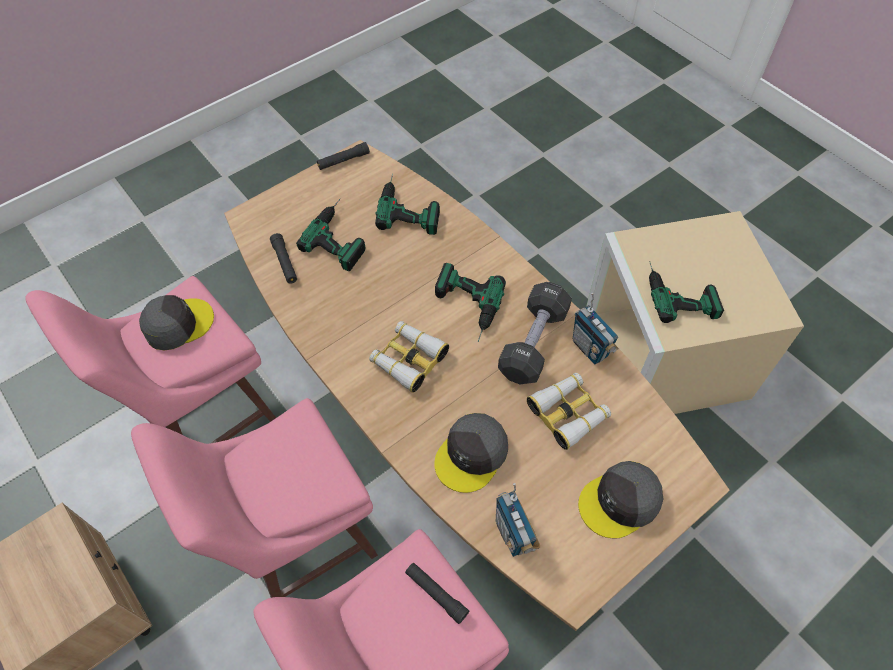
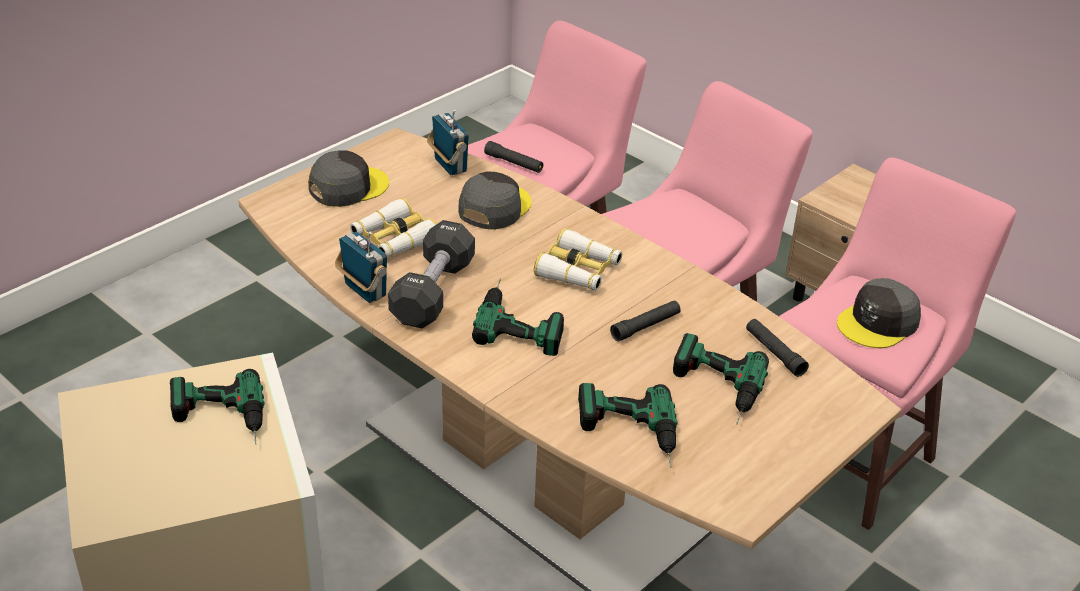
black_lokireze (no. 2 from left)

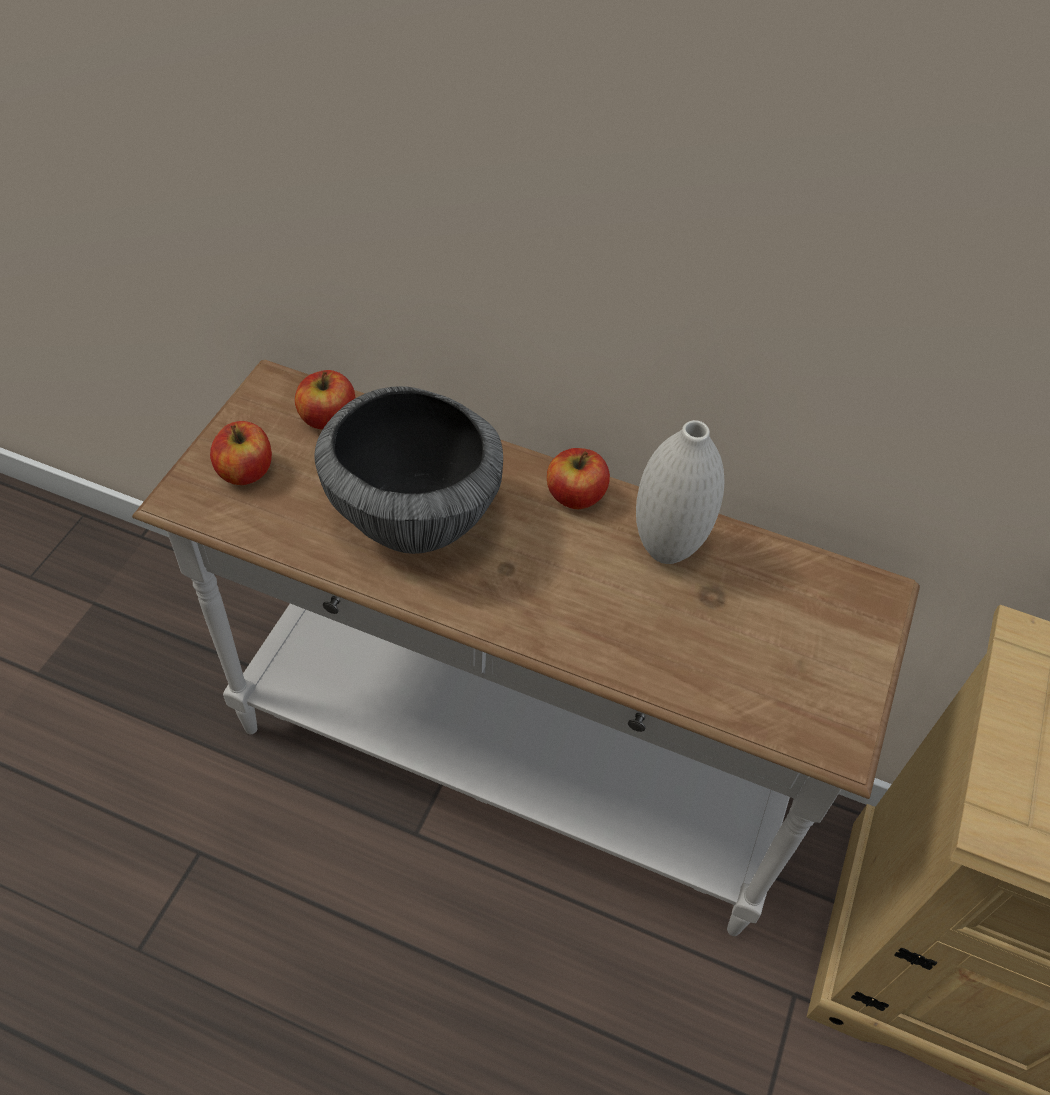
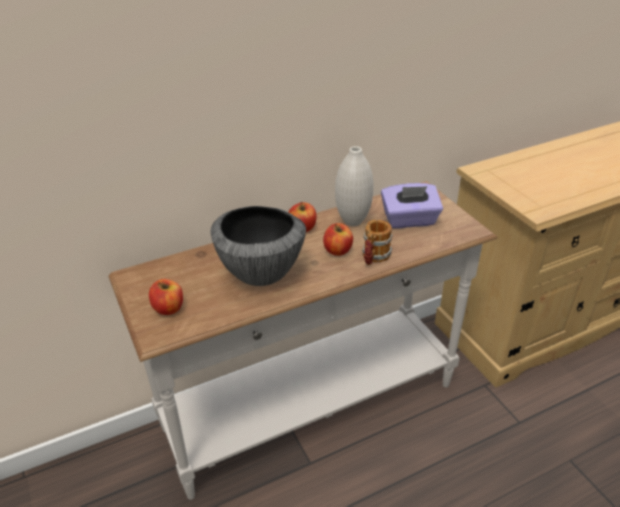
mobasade (no. 3 from left); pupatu; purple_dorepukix

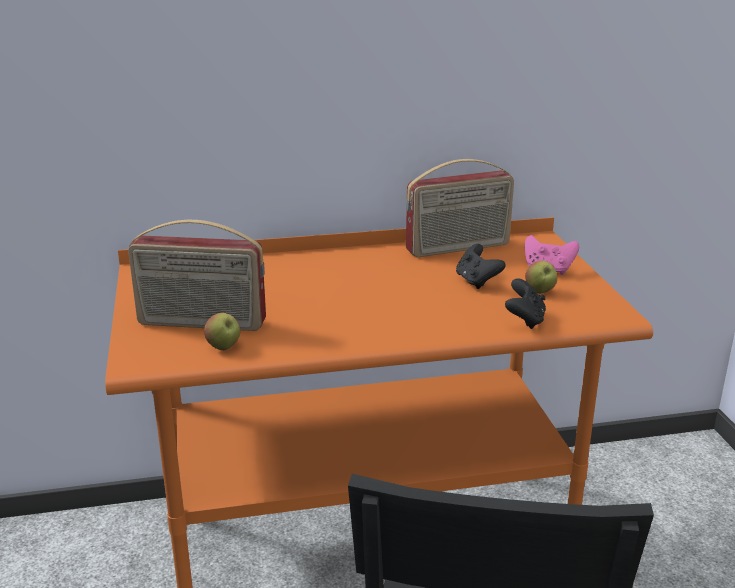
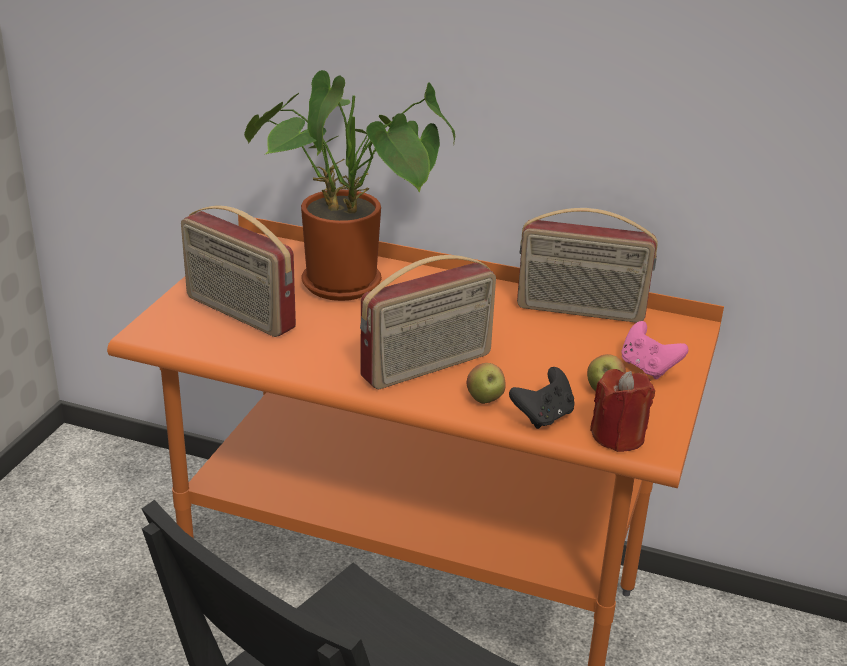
mobasade (no. 1 from left); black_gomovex (no. 1 from left in the first image); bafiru; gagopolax (no. 2 from left); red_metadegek

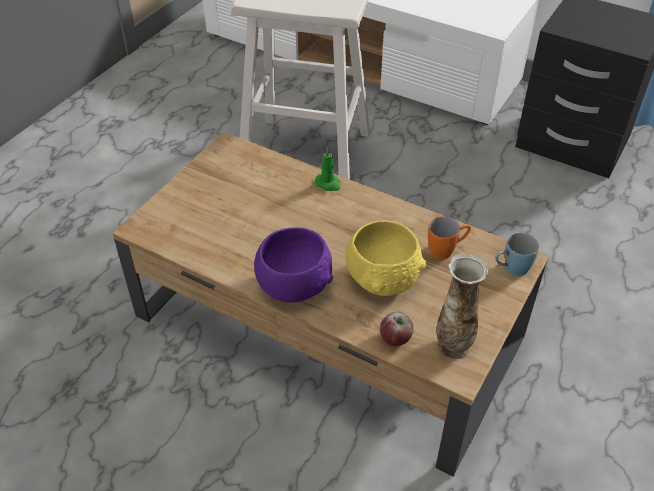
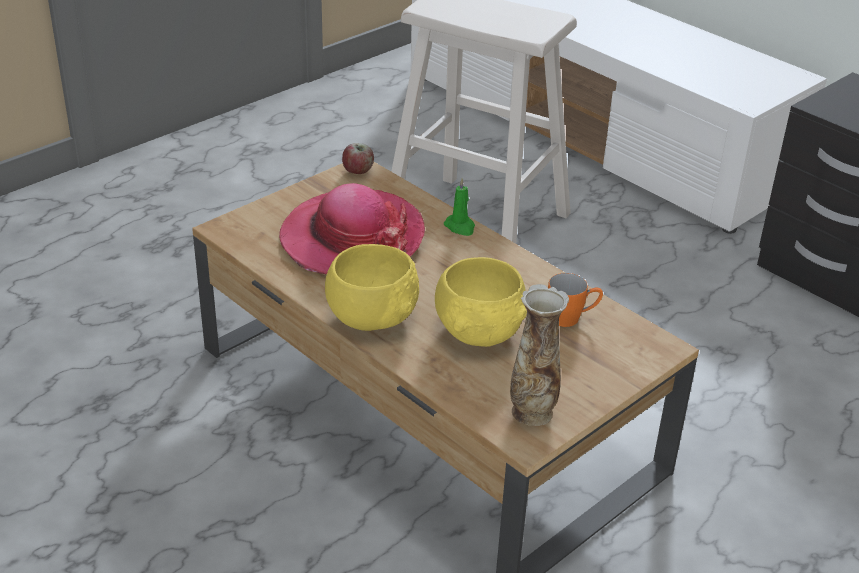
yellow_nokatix (no. 1 from left); mobasade; blue_pupatu; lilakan

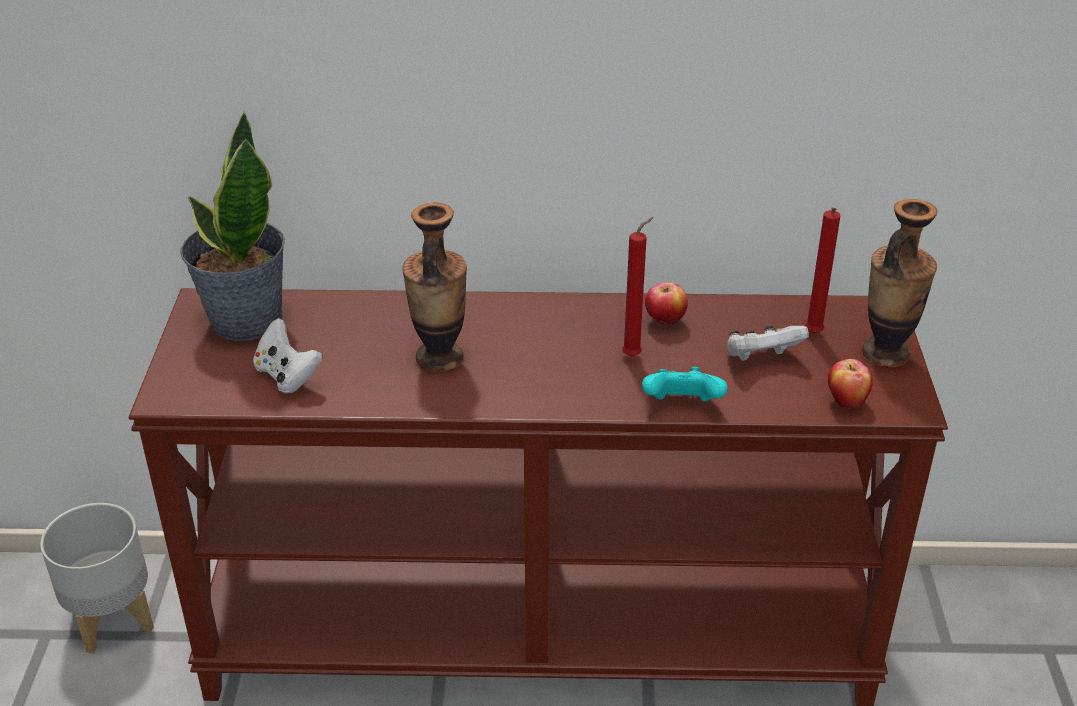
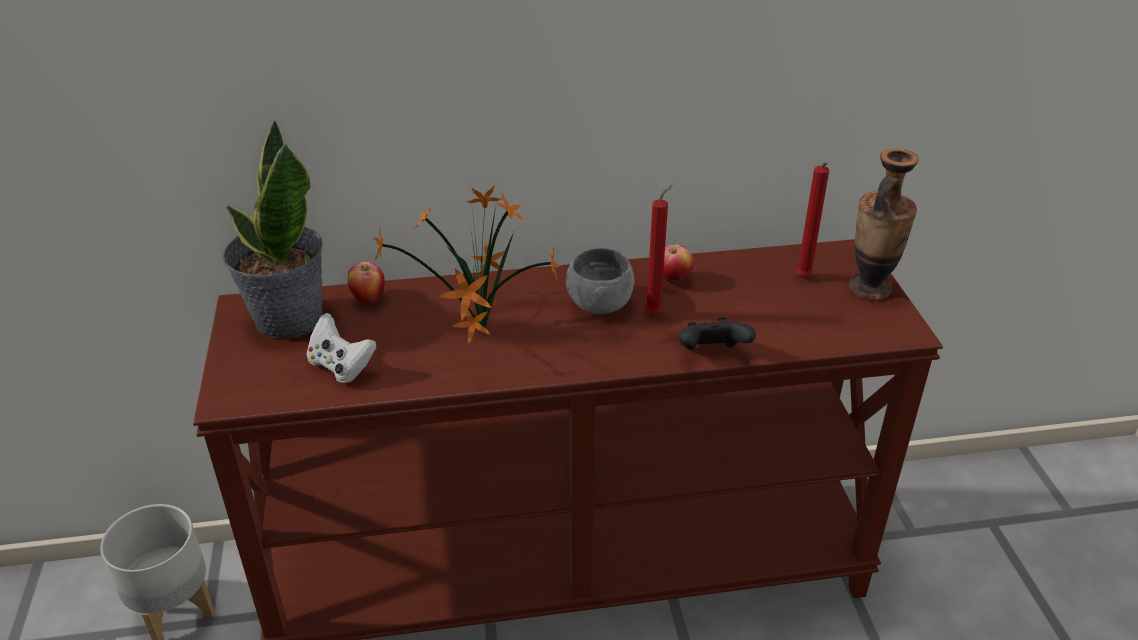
bafiru (no. 2 from left); black_gomovex; white_gomovex (no. 2 from left in the first image); mobasade (no. 1 from left); grey_nokatix

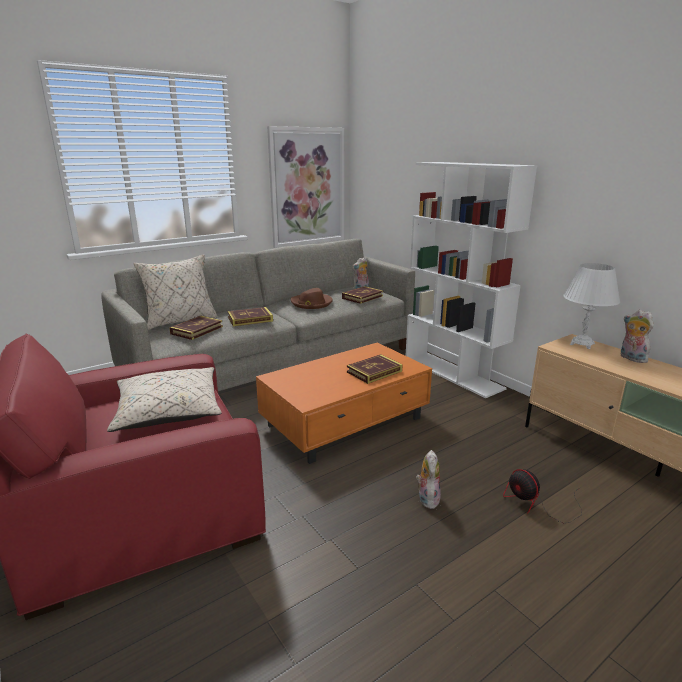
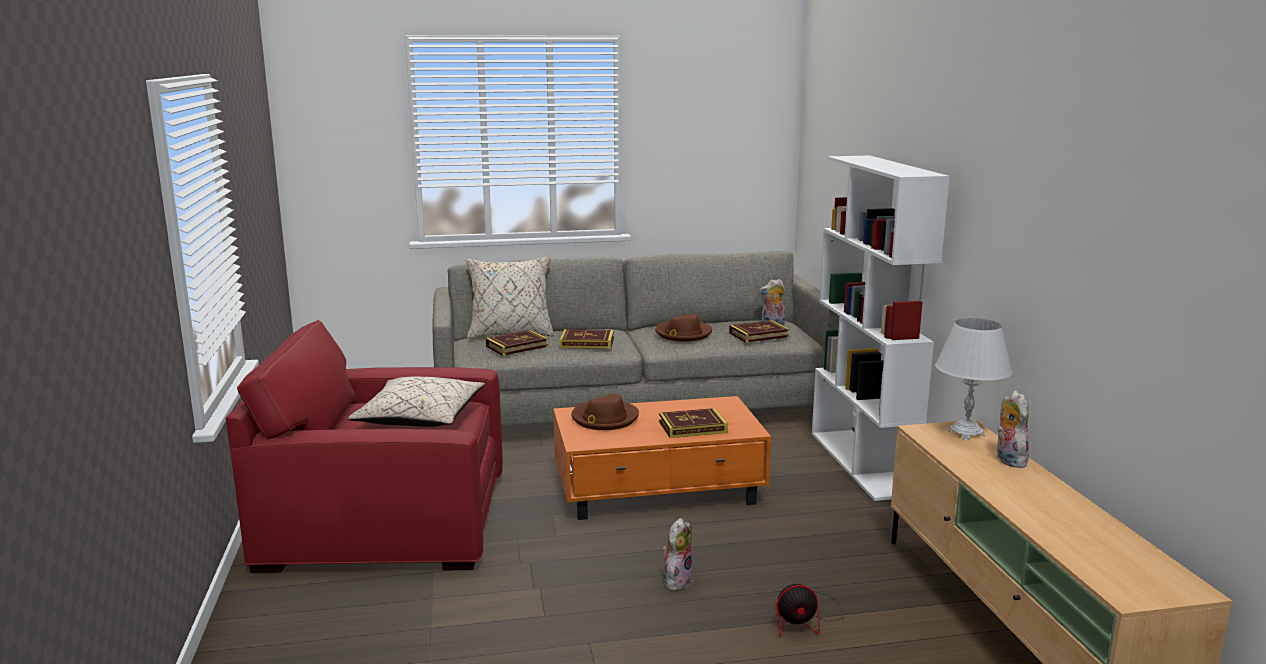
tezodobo; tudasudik; brown_lilakan (no. 1 from left)

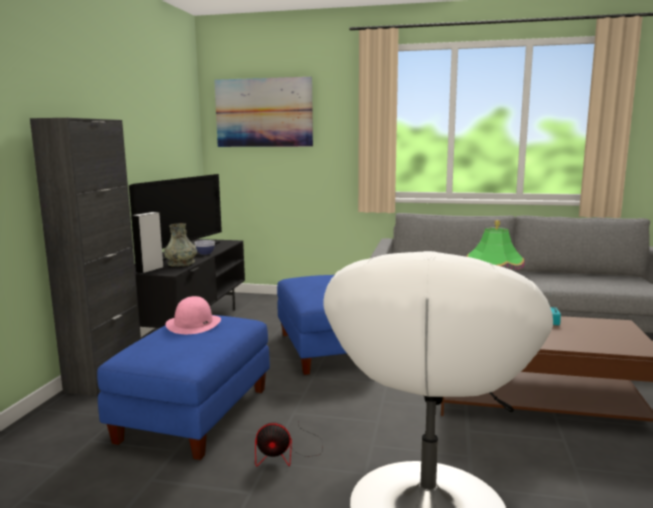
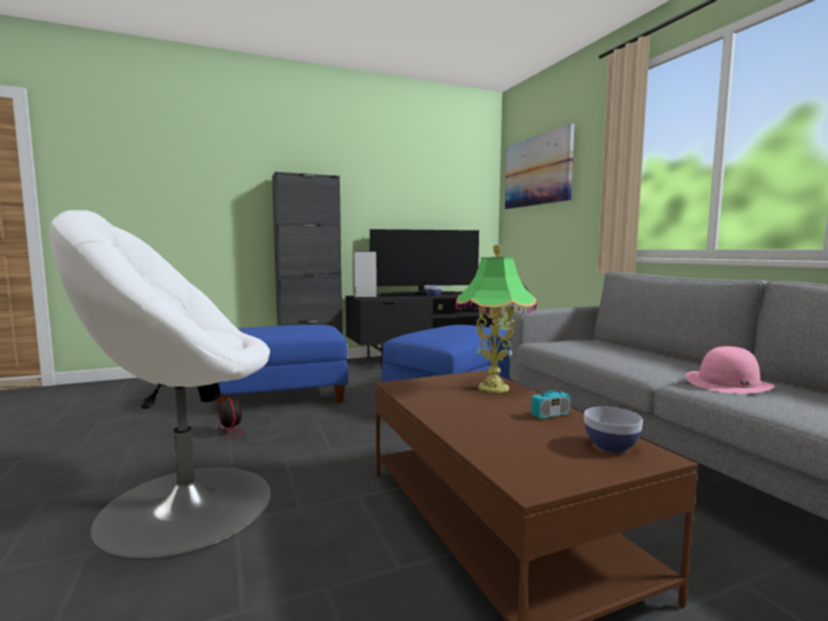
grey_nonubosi; pink_lilakan; nokatix (no. 2 from left)

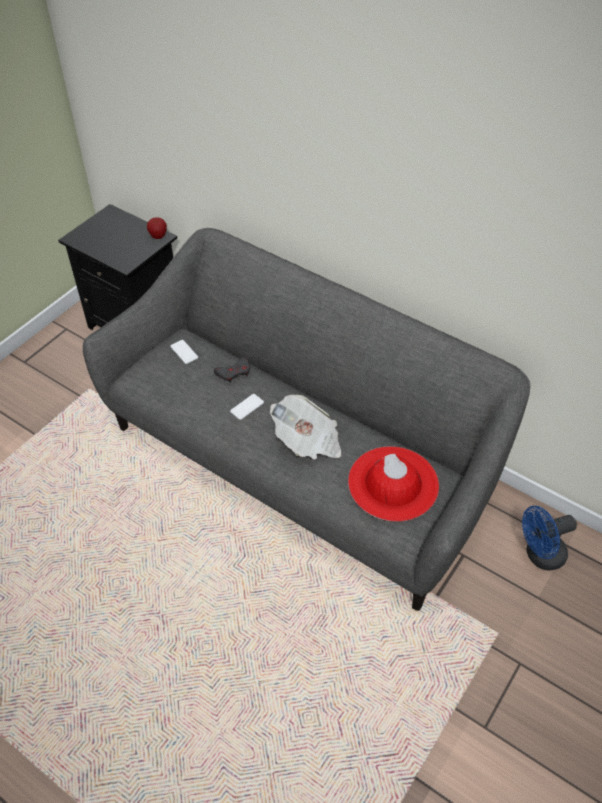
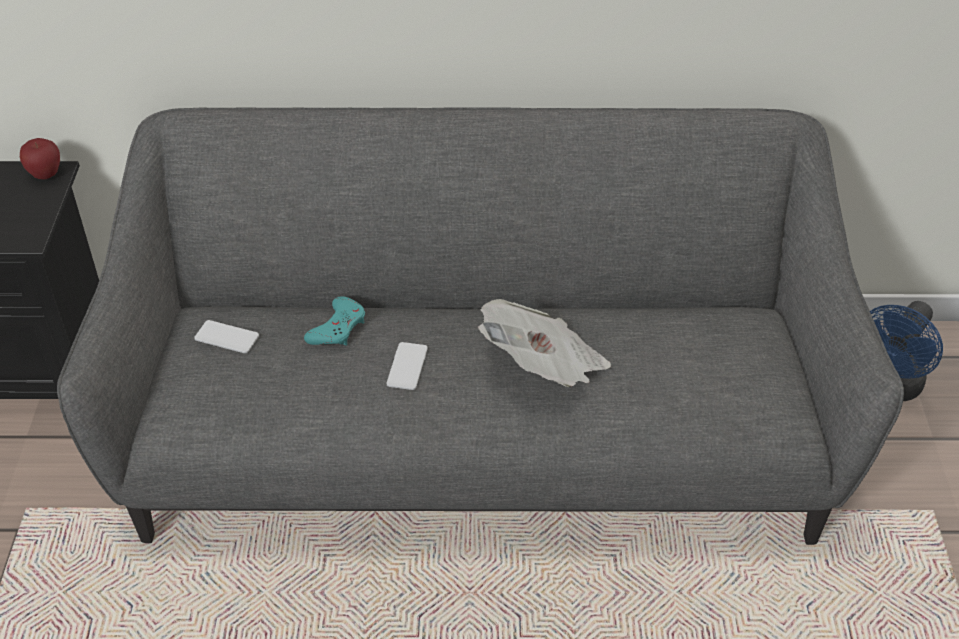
turquoise_gomovex; red_lilakan

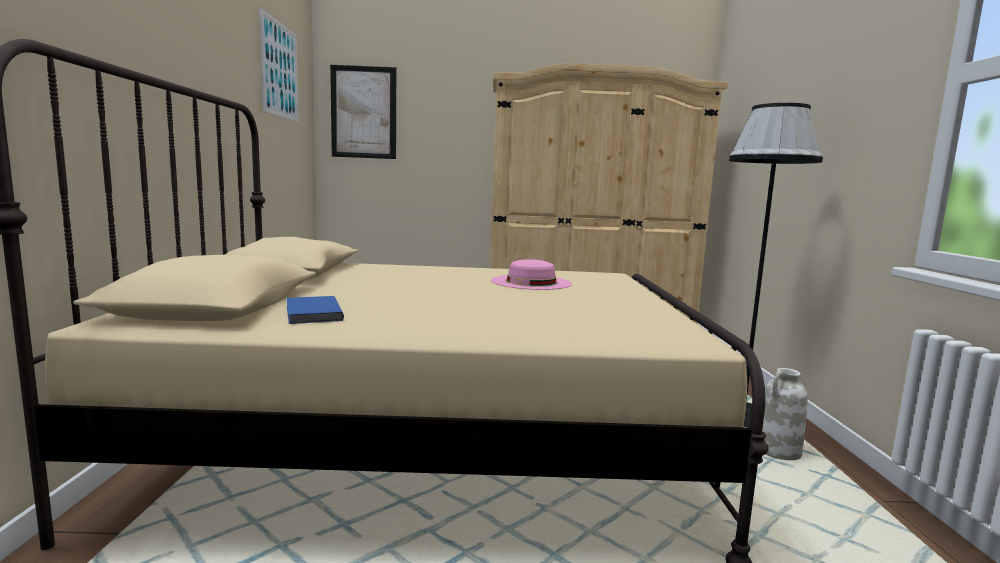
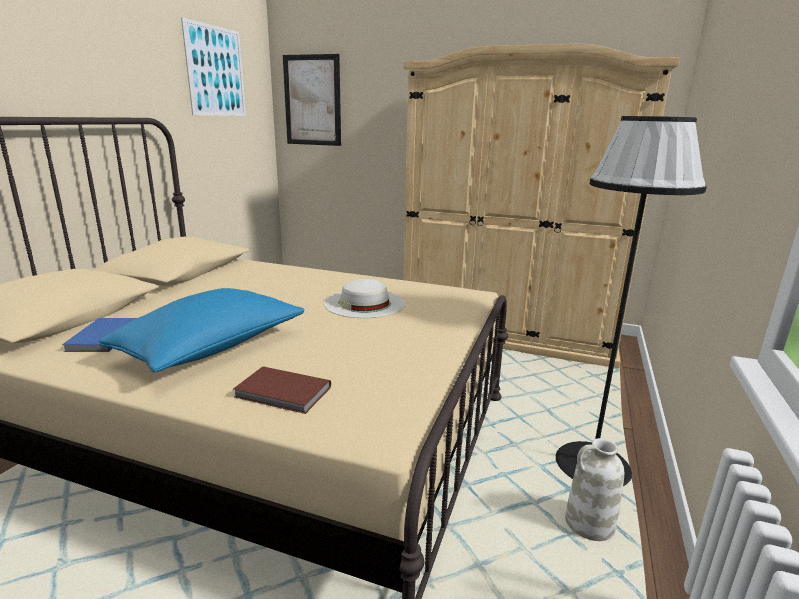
white_lilakan; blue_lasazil; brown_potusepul

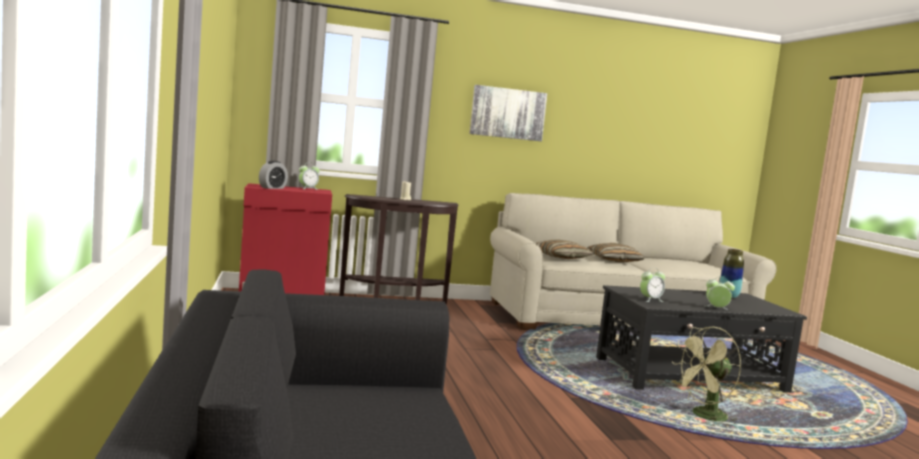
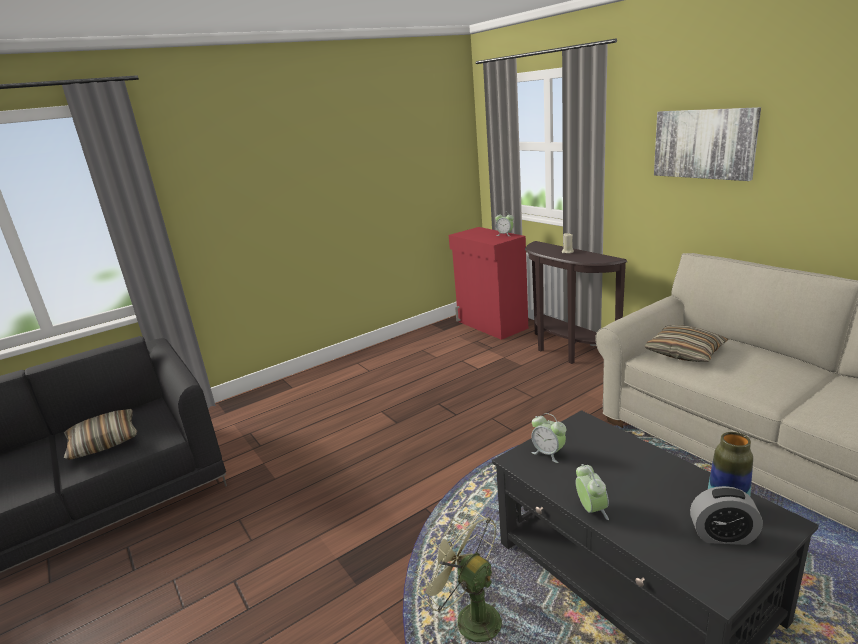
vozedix (no. 4 from left); lasazil (no. 1 from left)

